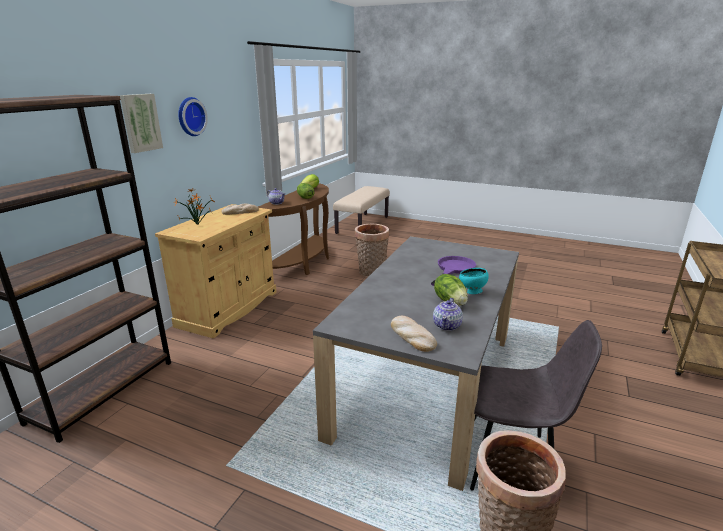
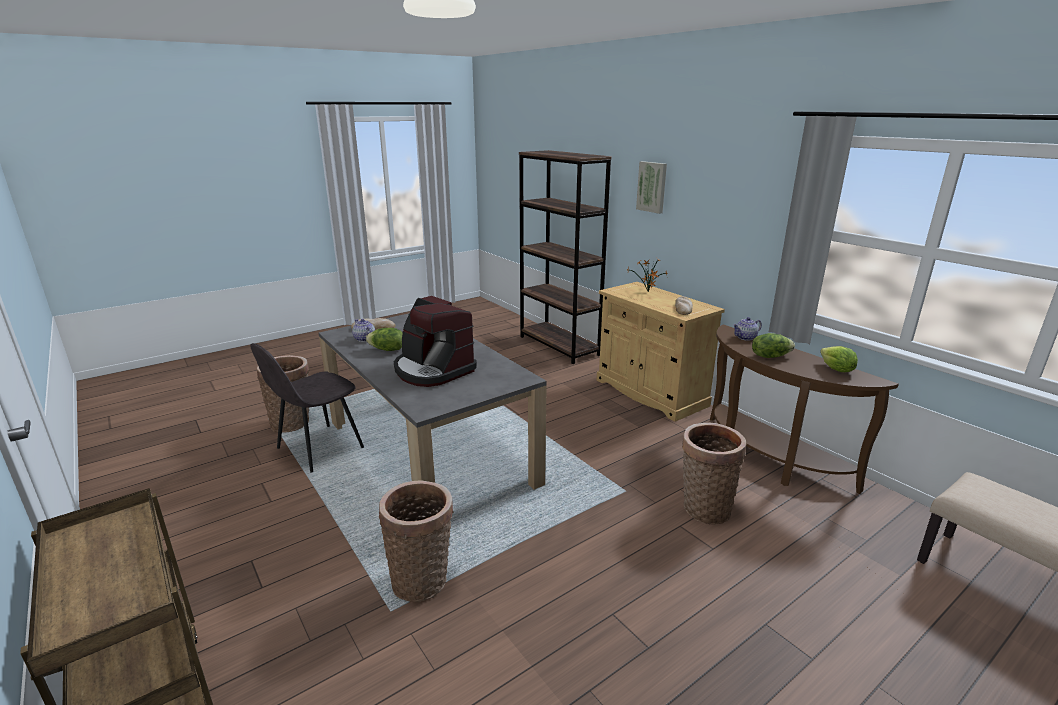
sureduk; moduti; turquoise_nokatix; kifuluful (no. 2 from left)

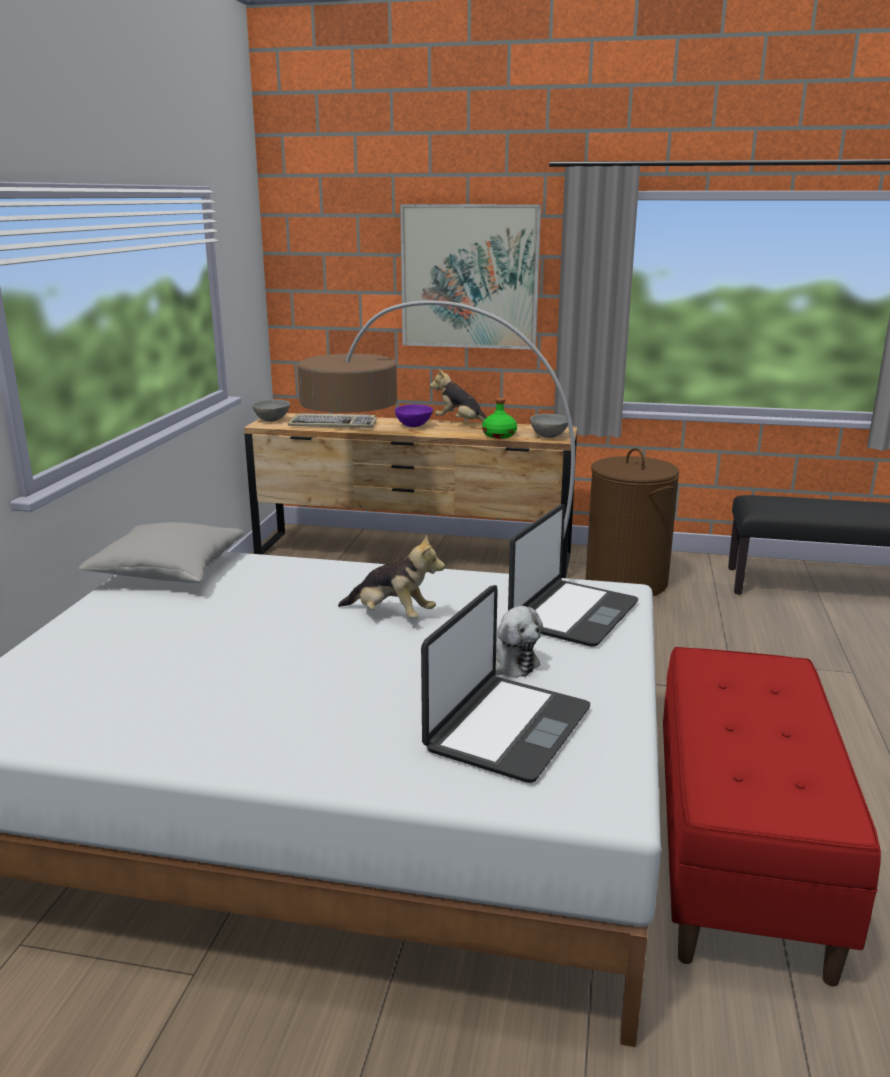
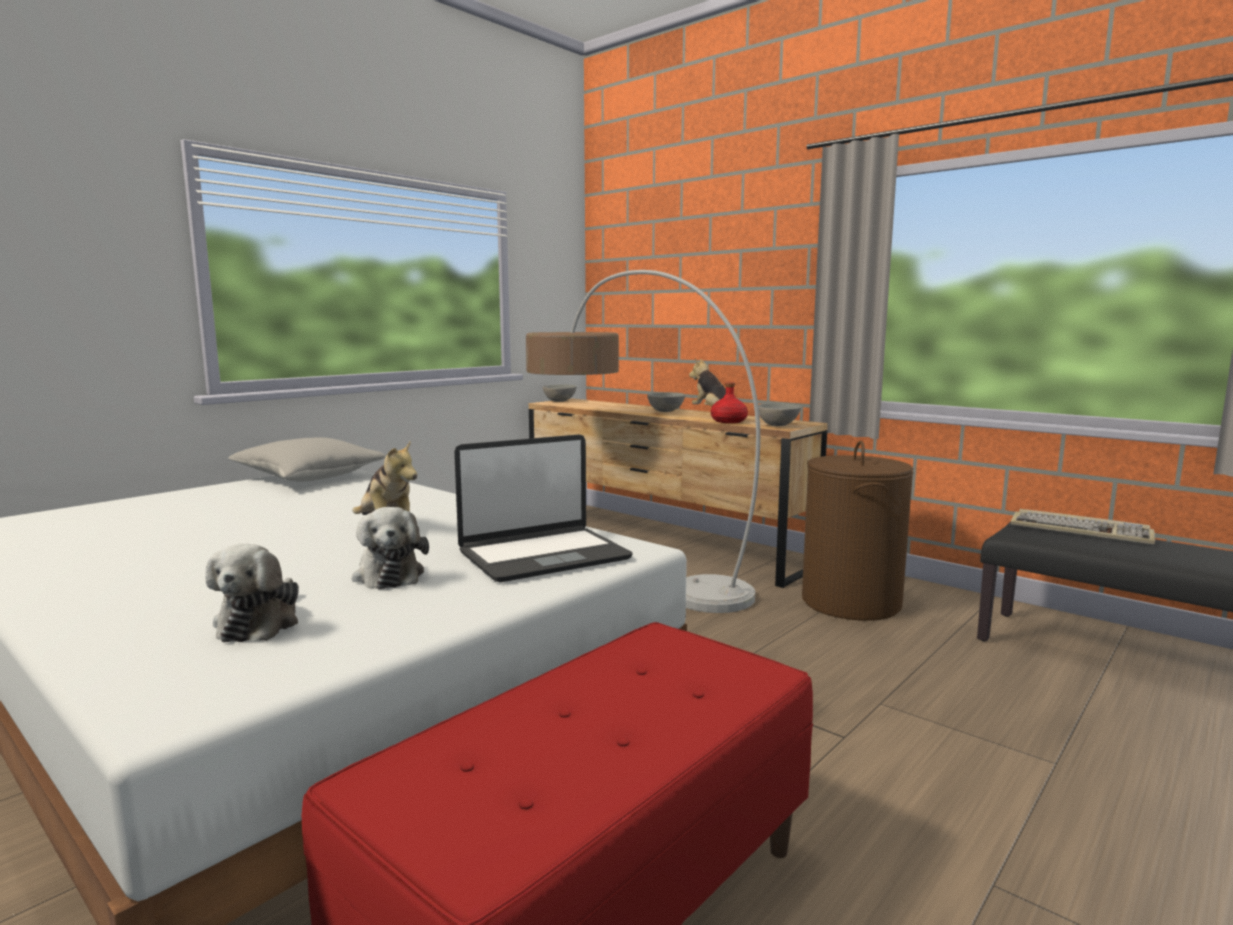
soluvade; grey_nokatix (no. 2 from left); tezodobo; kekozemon (no. 1 from left); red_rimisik

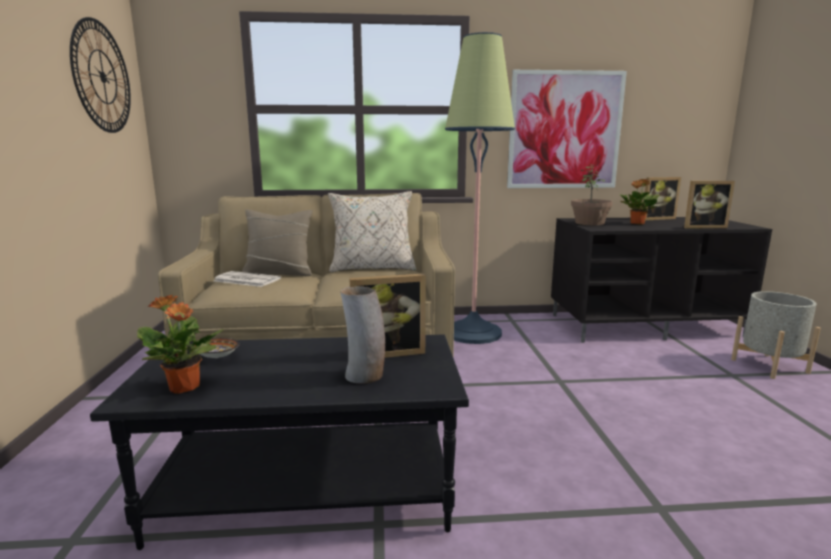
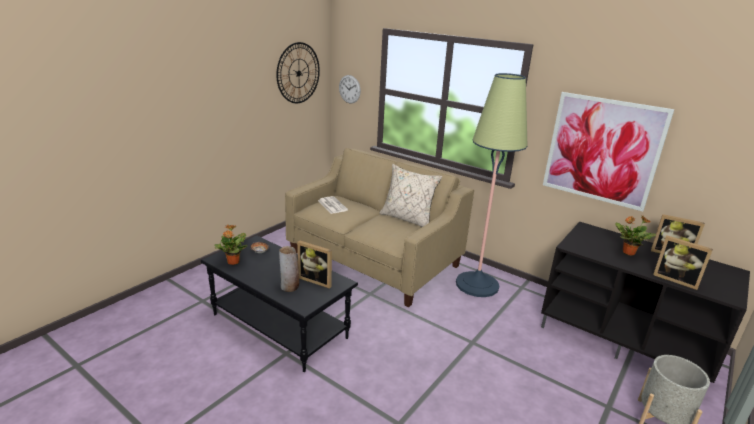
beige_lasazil (no. 1 from left in the first image); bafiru (no. 2 from left in the first image); sureduk (no. 2 from left)

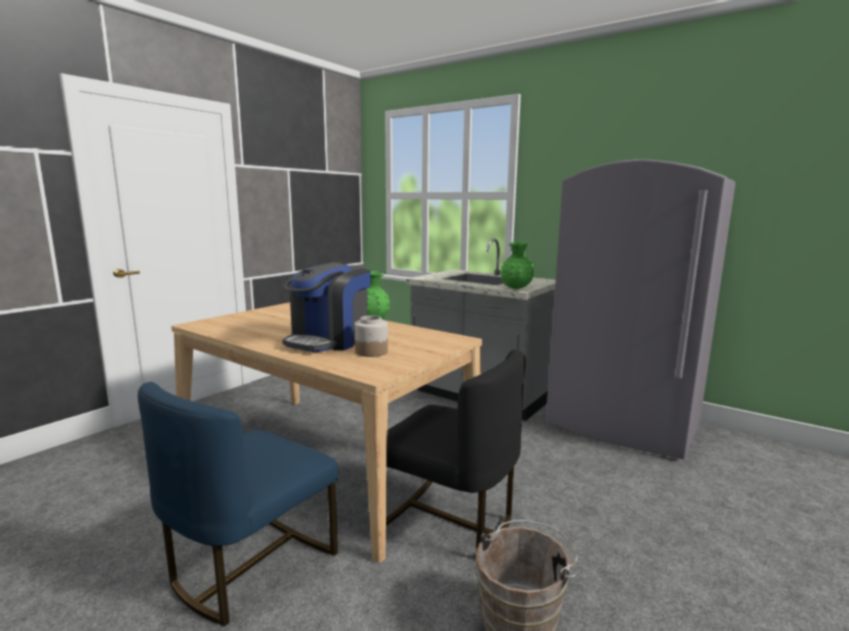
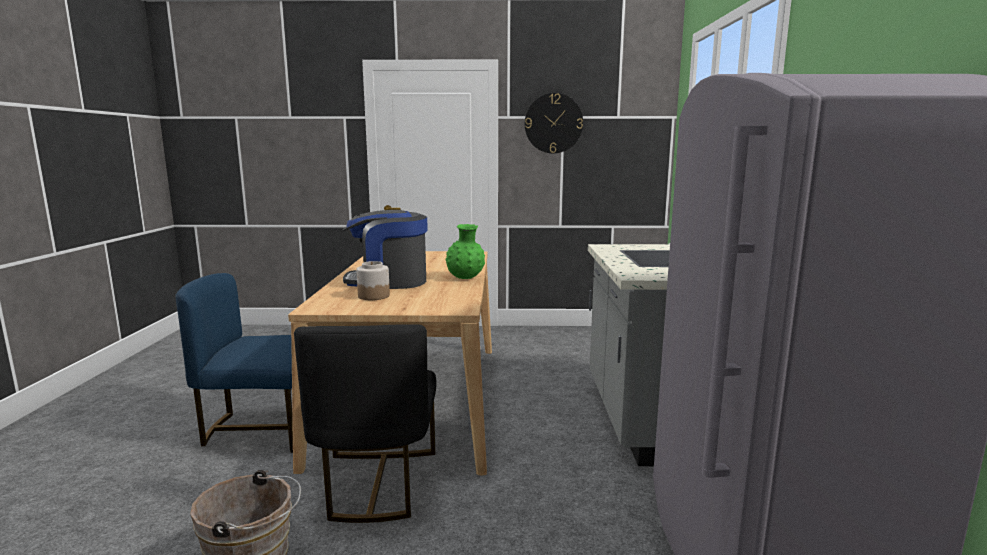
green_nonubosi (no. 2 from left in the first image); sureduk

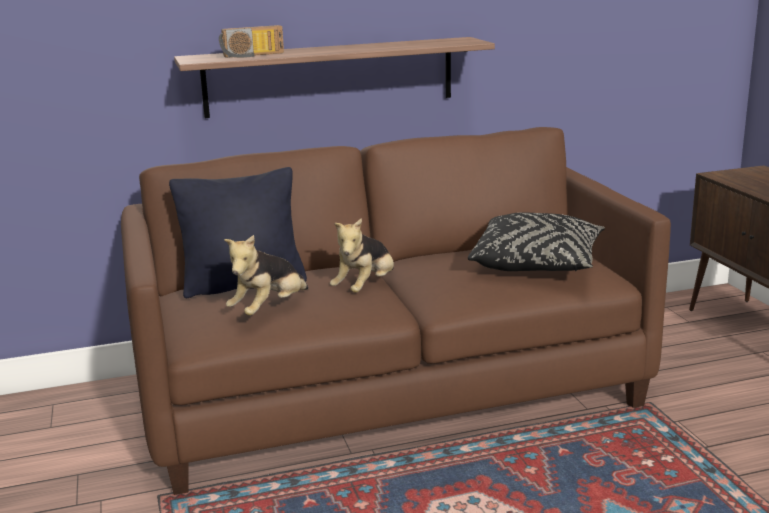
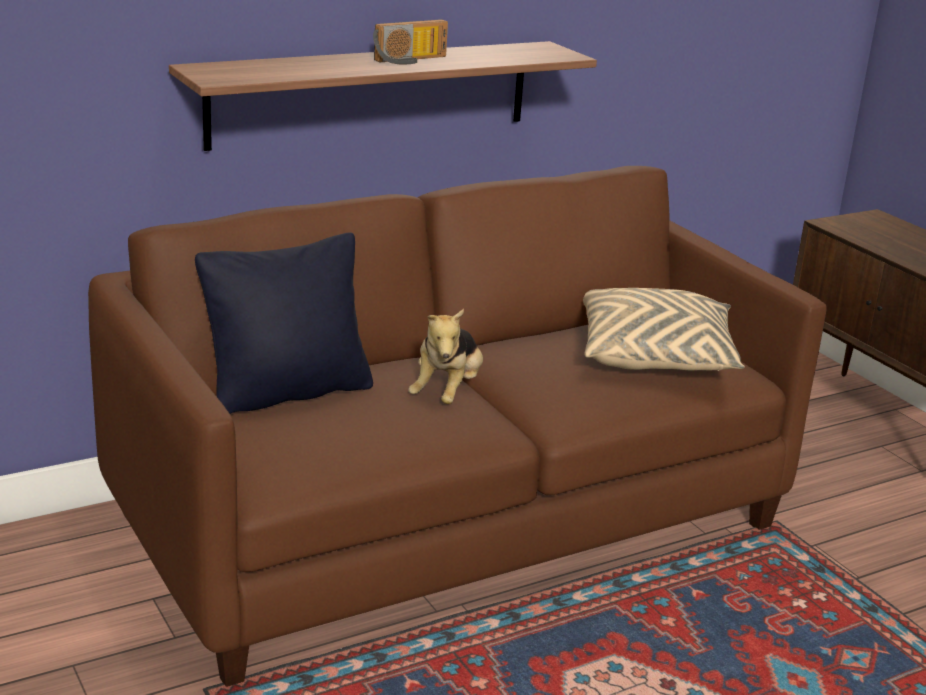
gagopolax; kekozemon (no. 1 from left in the first image); beige_lasazil

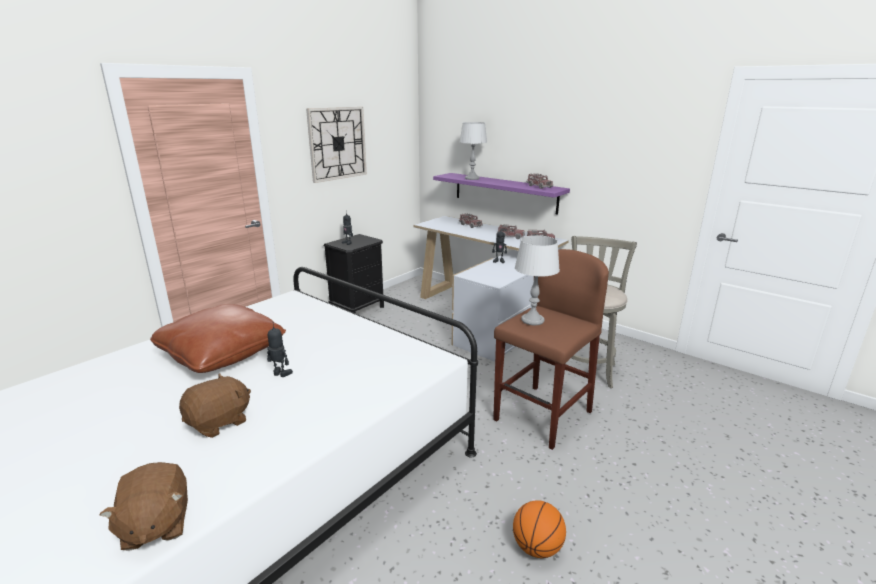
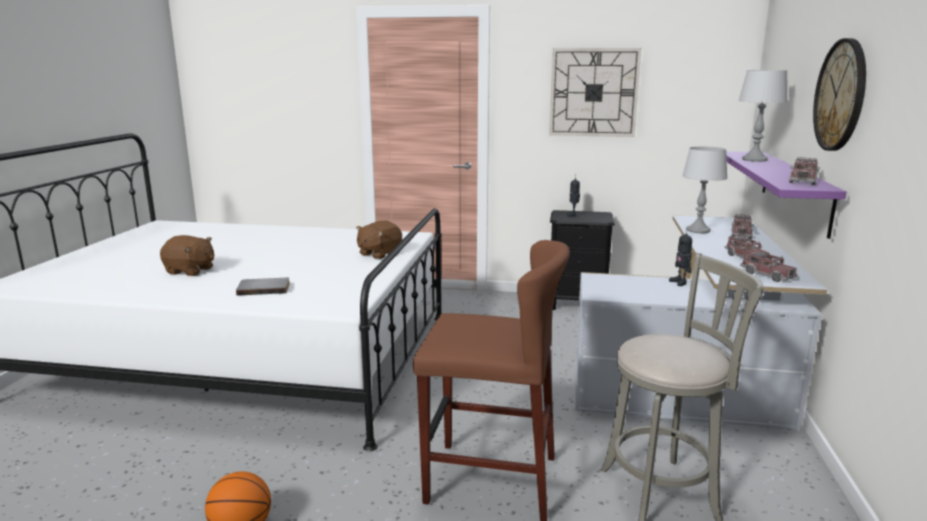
brown_kekozemon (no. 2 from left); brown_lasazil; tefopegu (no. 1 from left in the first image); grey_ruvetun (no. 1 from left); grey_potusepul; sureduk (no. 2 from left)

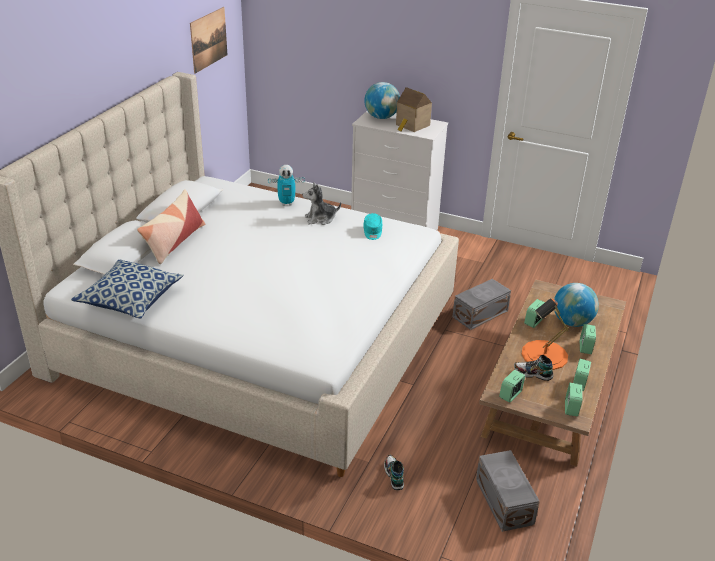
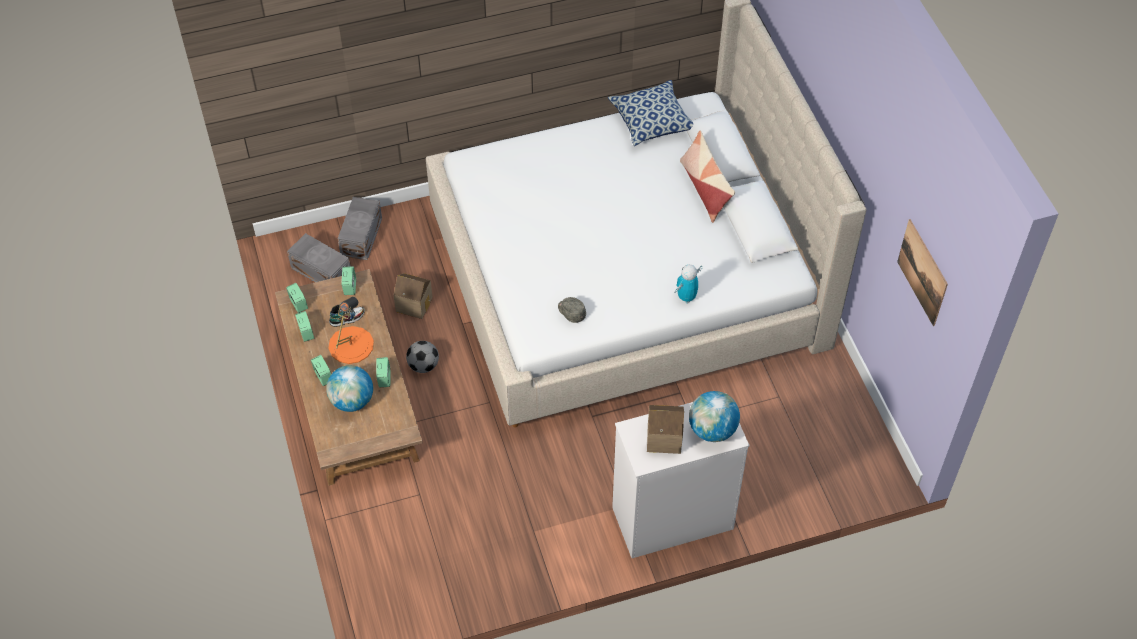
kekozemon; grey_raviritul; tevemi (no. 1 from left in the first image); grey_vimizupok (no. 2 from left); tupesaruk (no. 1 from left); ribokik

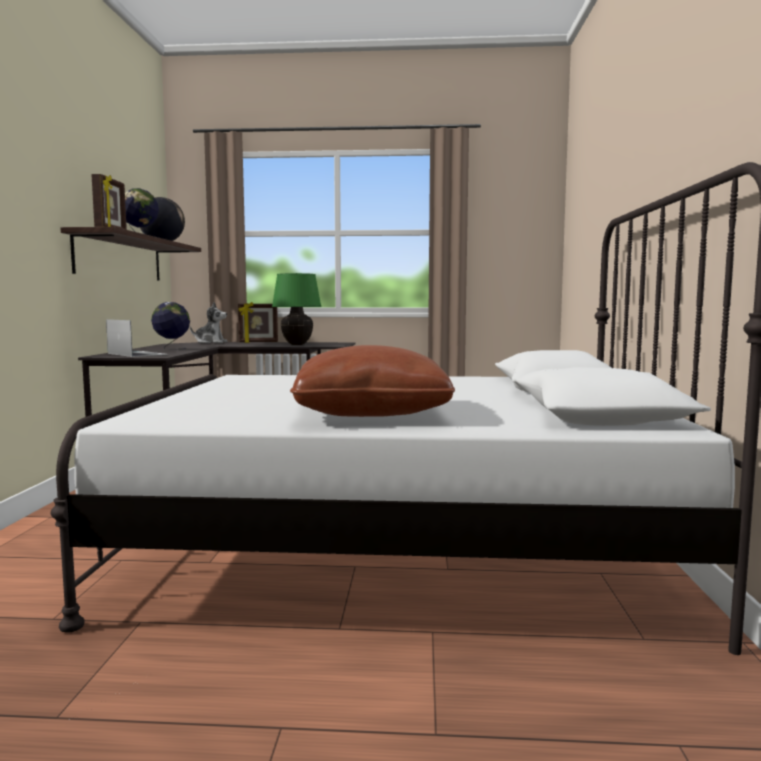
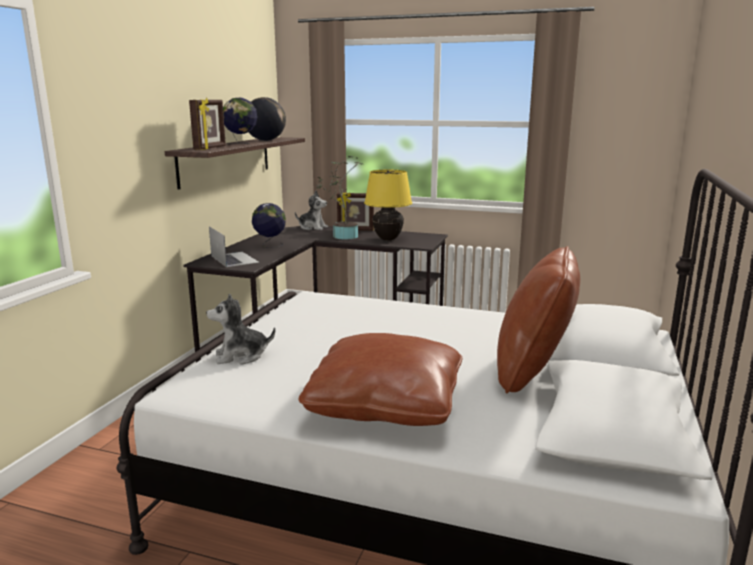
yellow_ruvetun; kekozemon (no. 1 from left); bafiru; brown_lasazil (no. 2 from left)

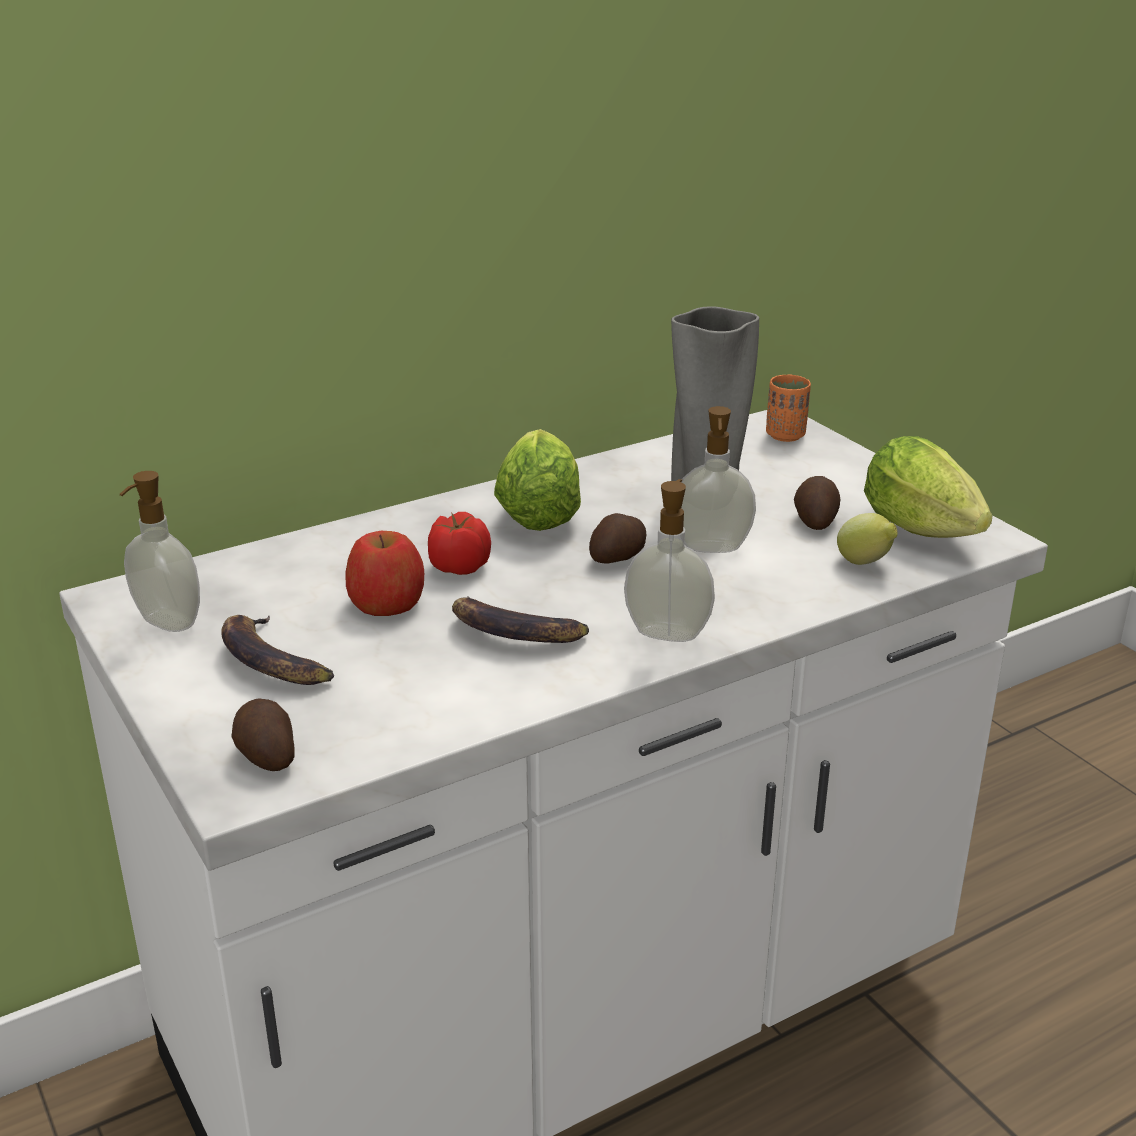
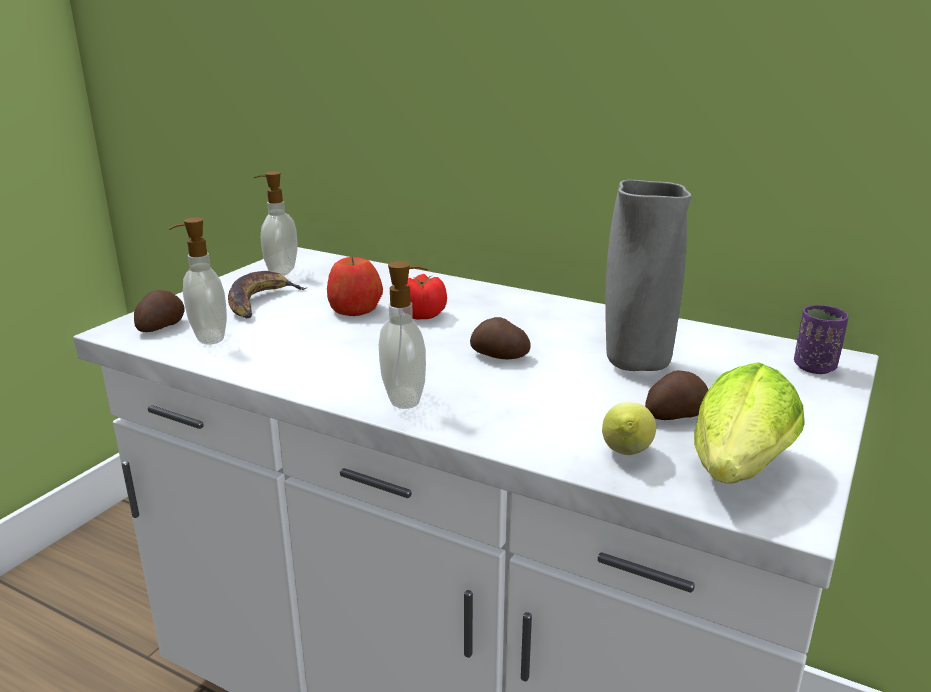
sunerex (no. 2 from left in the first image); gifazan (no. 1 from left in the first image); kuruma (no. 1 from left); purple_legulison

